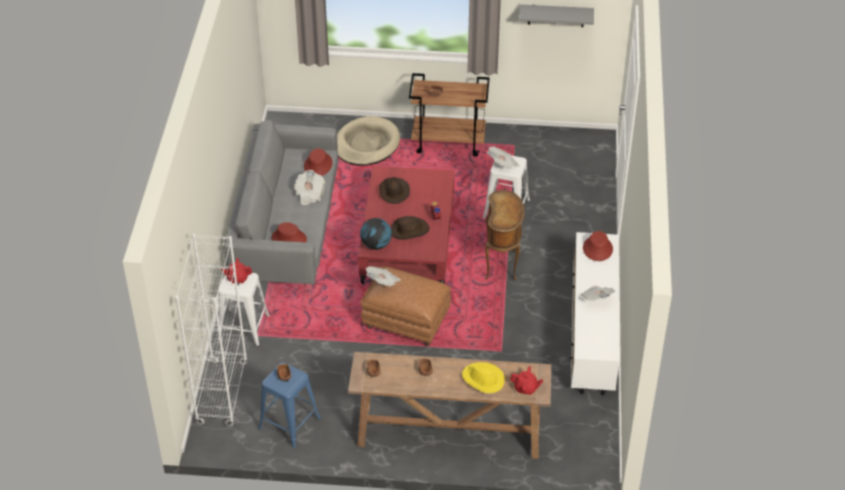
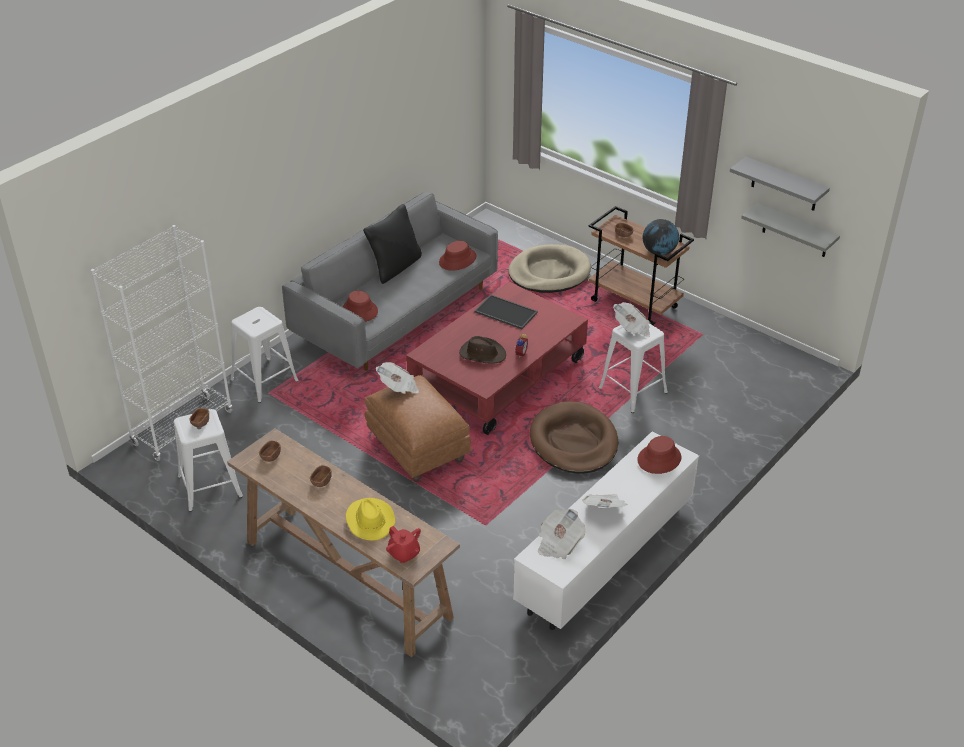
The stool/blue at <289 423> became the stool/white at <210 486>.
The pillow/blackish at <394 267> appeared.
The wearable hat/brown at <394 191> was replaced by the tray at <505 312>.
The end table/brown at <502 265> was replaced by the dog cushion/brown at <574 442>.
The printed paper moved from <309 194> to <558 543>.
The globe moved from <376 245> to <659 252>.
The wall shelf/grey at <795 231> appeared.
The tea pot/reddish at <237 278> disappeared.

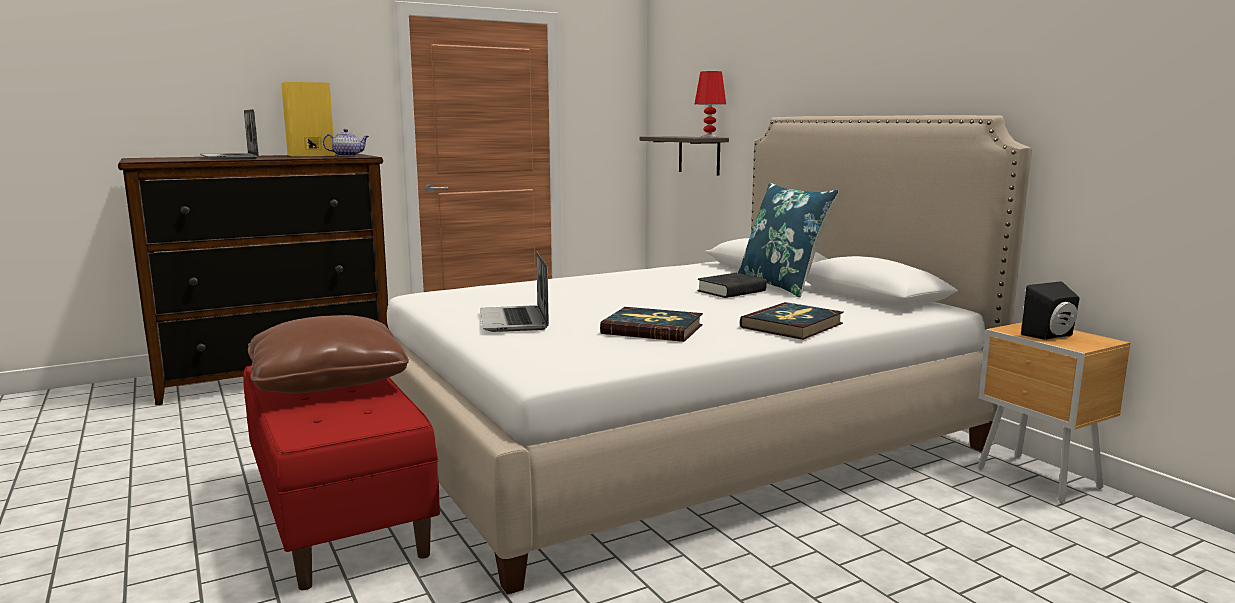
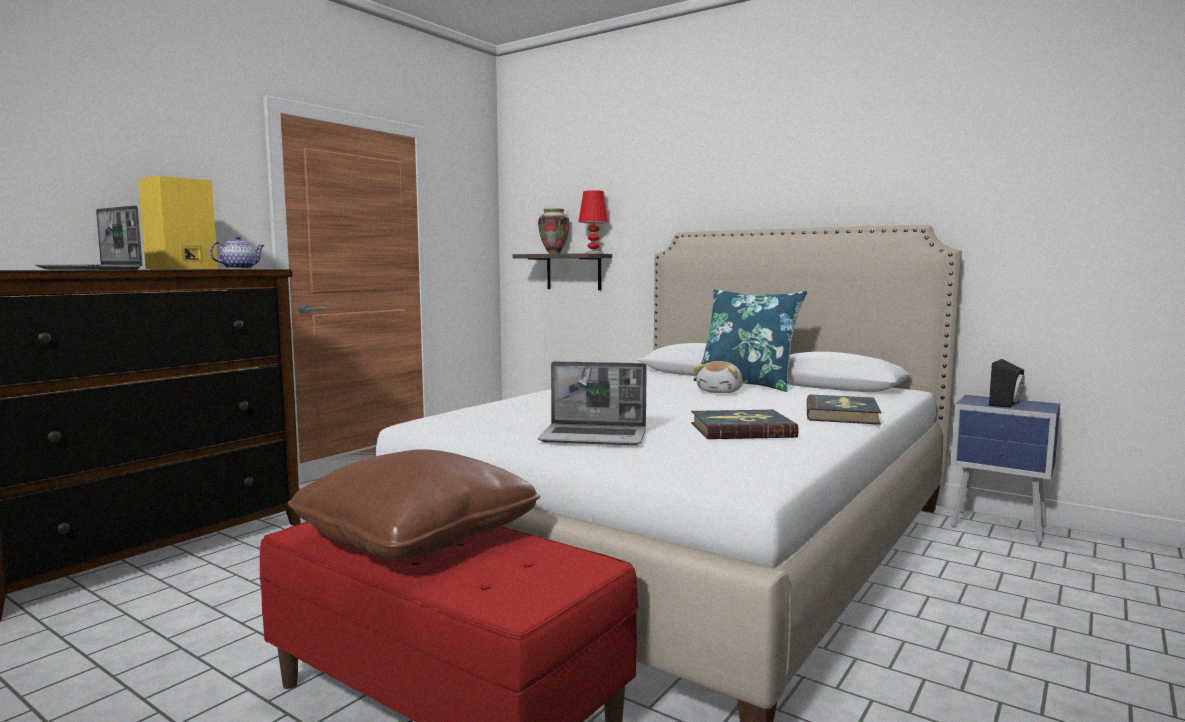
The vase at <554 253> appeared.
The portable computer at <515 321> turned 45 degrees counterclockwise.
The bound book/blackish at <731 291> was replaced by the cuddly toy at <720 391>.
The night table/brown at <1039 479> became the night table/blue at <1000 528>.

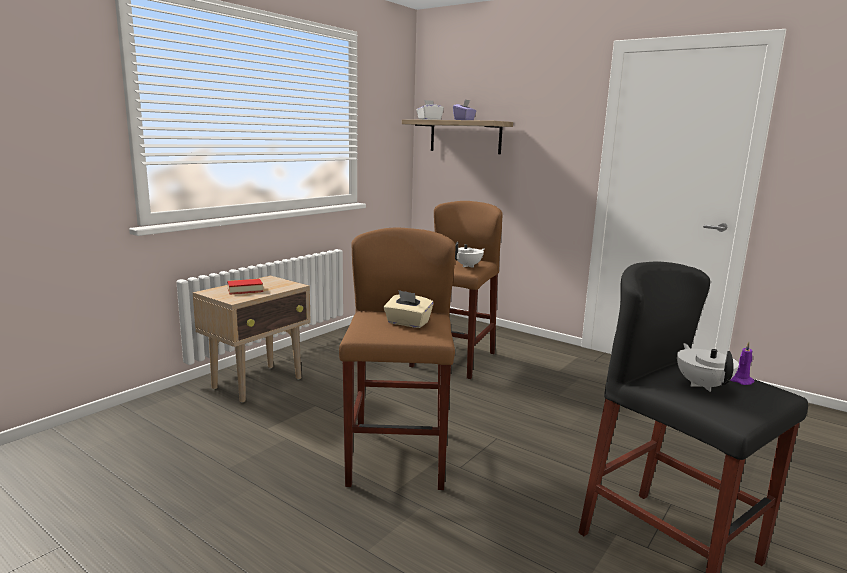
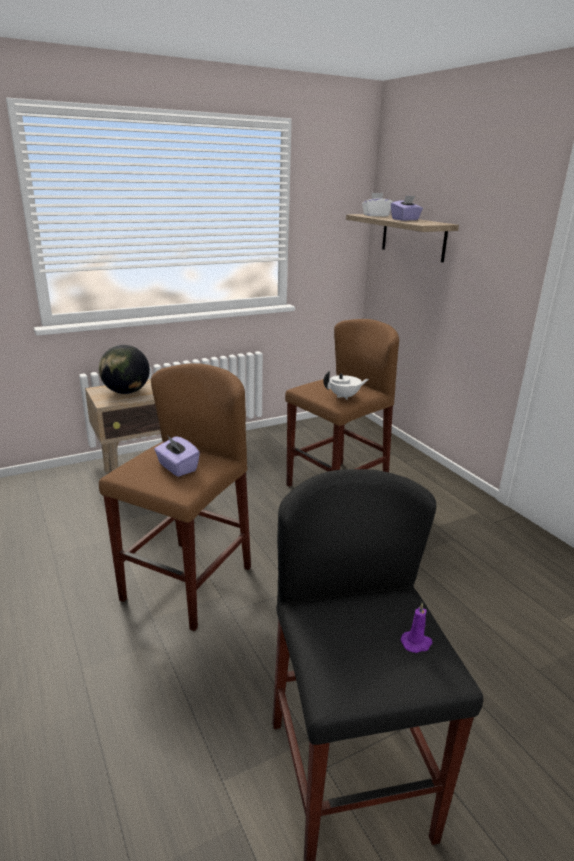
The bound book at <245 290> was replaced by the globe at <126 392>.
The box of tissues/beige at <407 323> became the box of tissues/purple-coloured at <177 468>.
The tea pot/white at <702 385> disappeared.

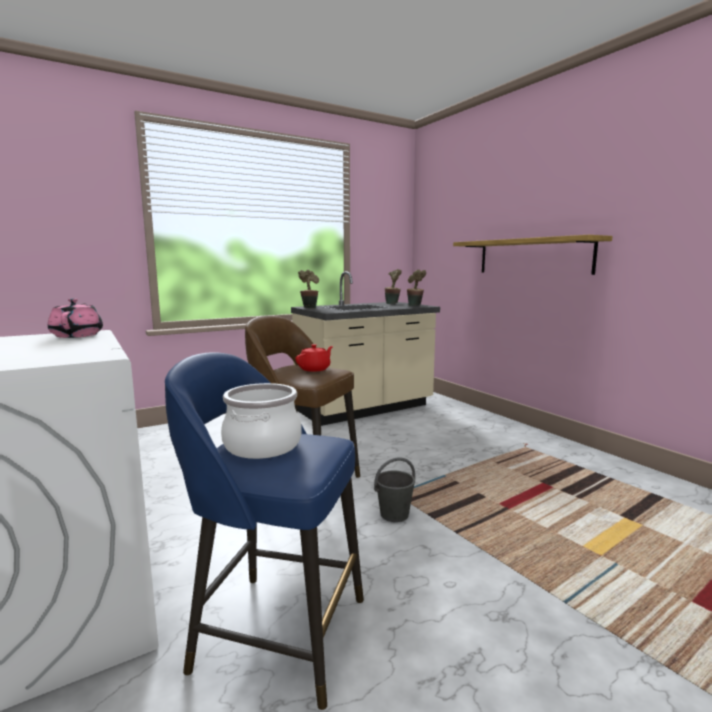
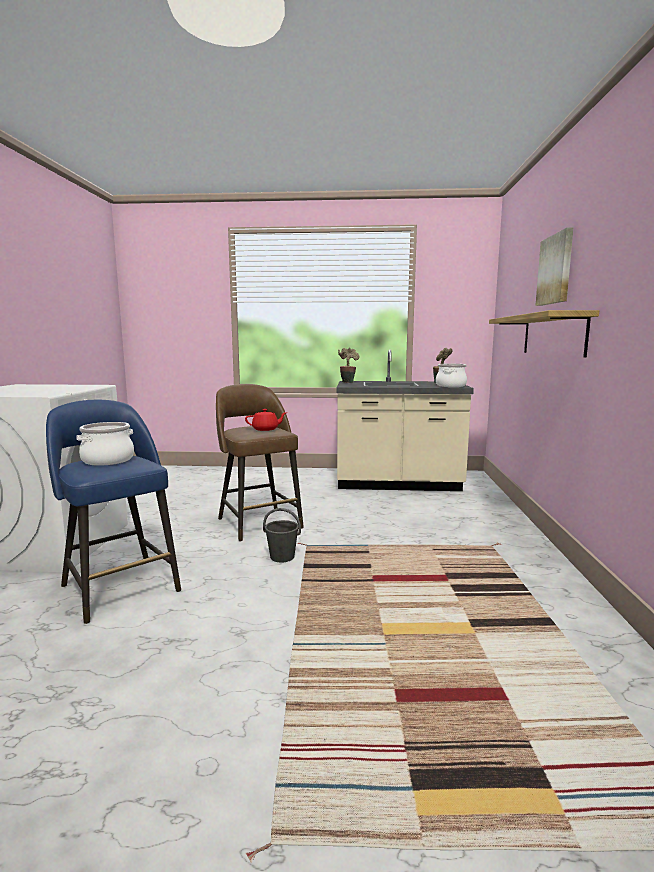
The plant in a pot at <415 305> was replaced by the saucepot at <451 386>.
The picture at <556 269> appeared.
The tea pot/pink at <78 335> disappeared.

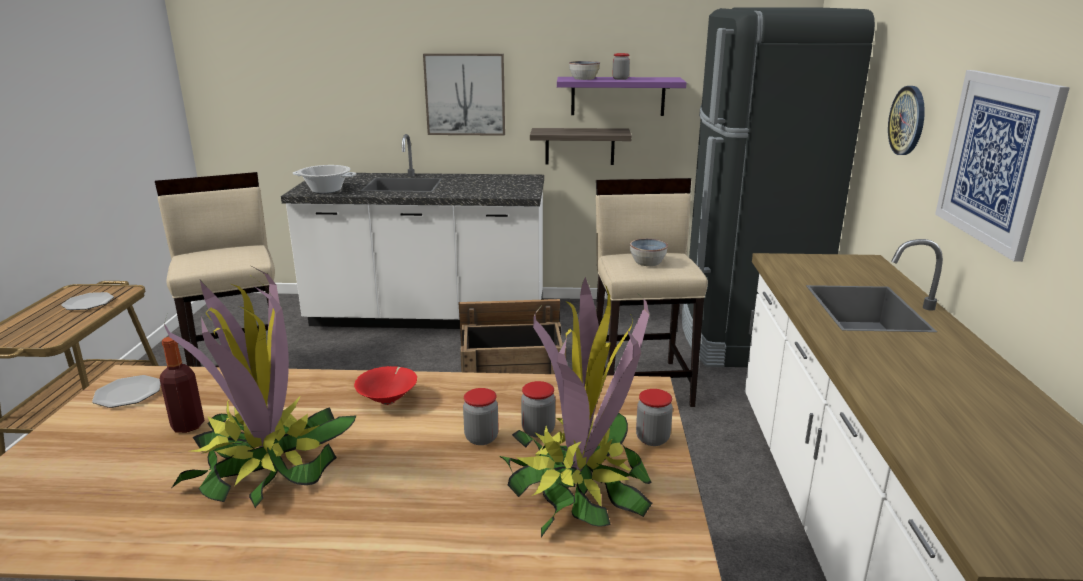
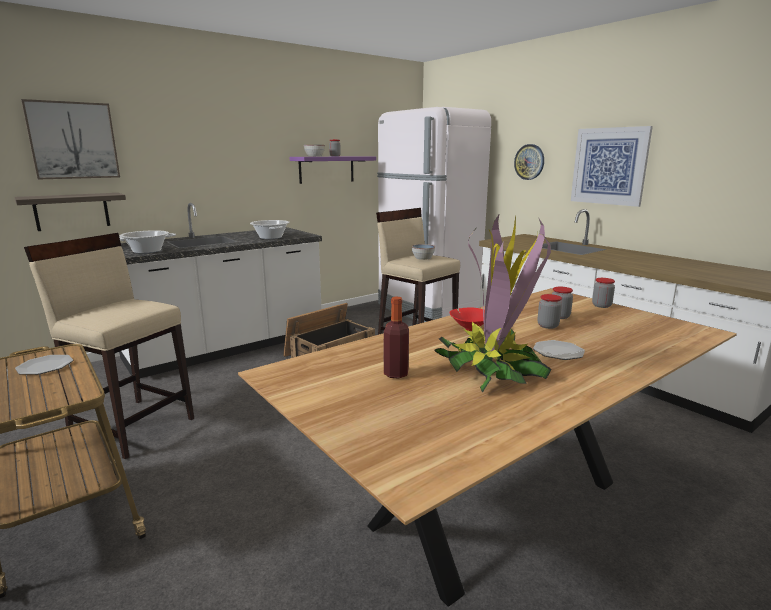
The wall shelf moved from <579 146> to <72 211>.
The picture moved from <465 94> to <73 140>.
The saucepot at <270 237> appeared.
The kitchen fridge/blackish at <742 336> became the kitchen fridge/white at <426 308>.
The plate moved from <129 393> to <558 352>.
The plant in a pot at <578 486> disappeared.

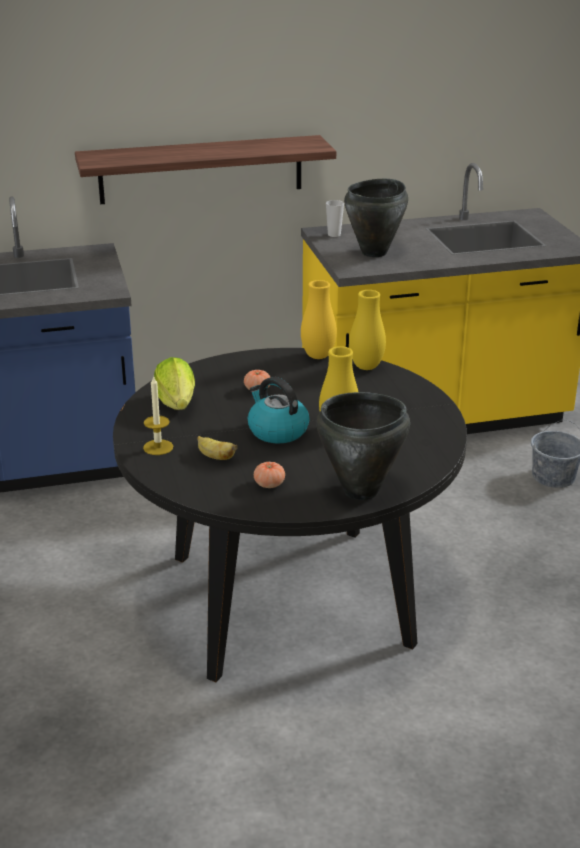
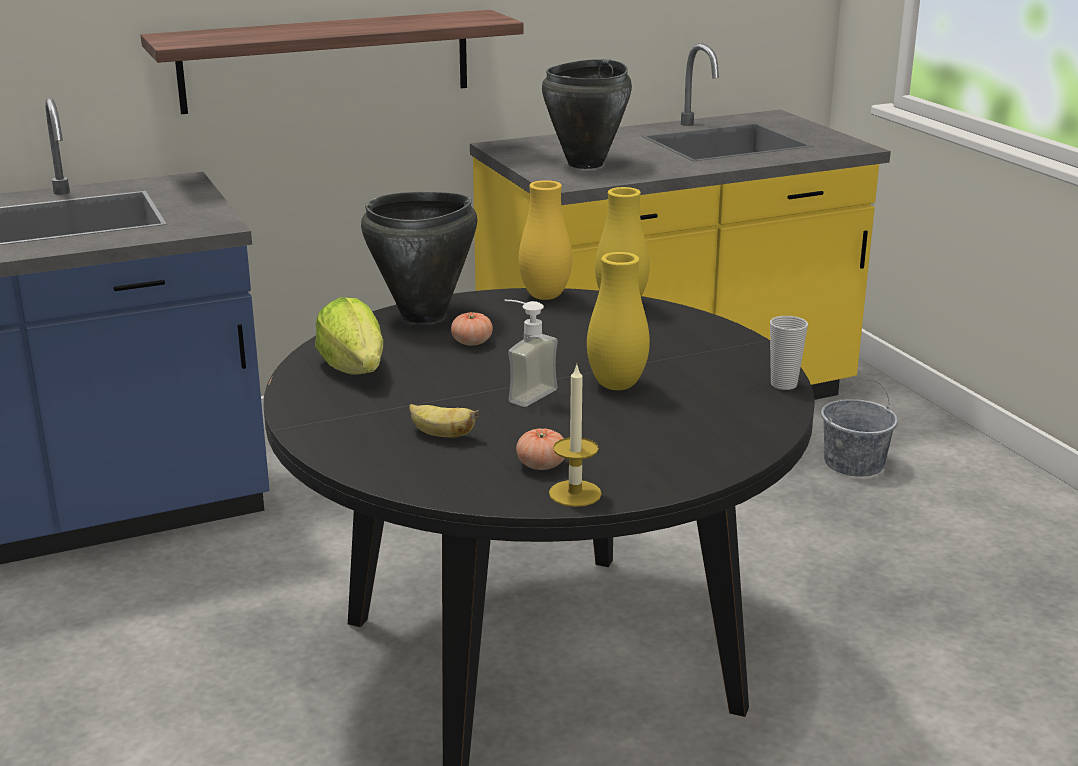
The saucepot/blackish moved from <361 491> to <424 315>.
The water kettle at <277 431> was replaced by the liquid soap bottle at <524 393>.
The wax light moved from <158 447> to <575 493>.
The small cup moved from <334 235> to <783 384>.

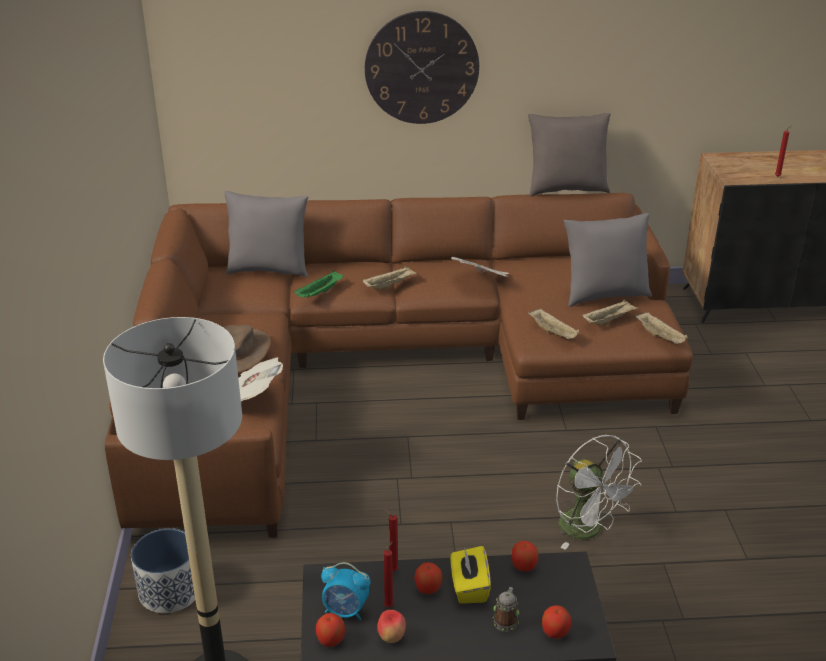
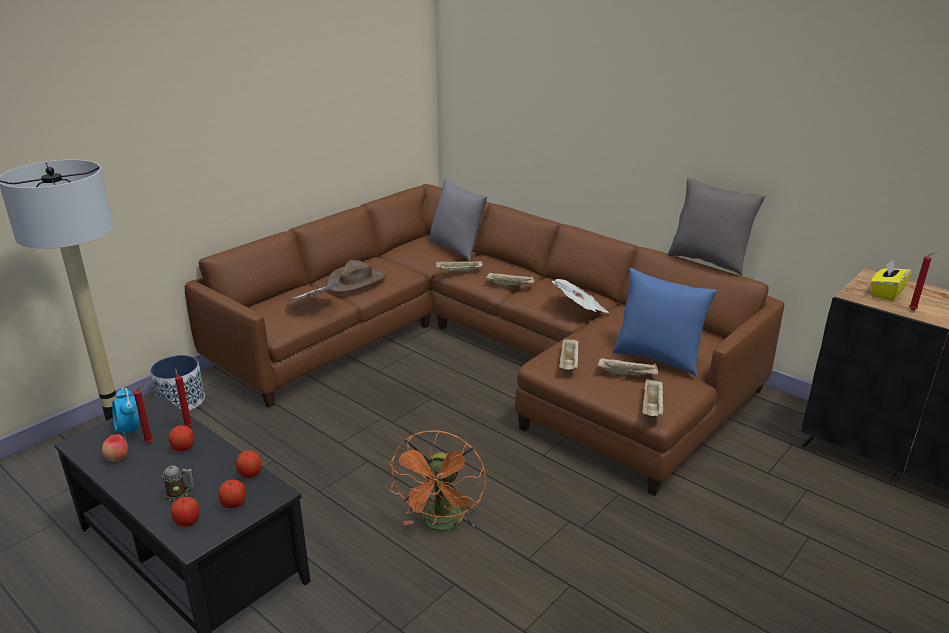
The apple moved from <330 640> to <234 504>.
The cooling fan/white at <588 530> became the cooling fan/orange at <442 525>.
The tray/green at <319 293> became the tray/beige at <458 272>.
The pillow/grey at <604 295> became the pillow/blue at <657 358>.
The box of tissues/yellowish moved from <469 587> to <886 293>.
The hanging clock at <421 68> disappeared.

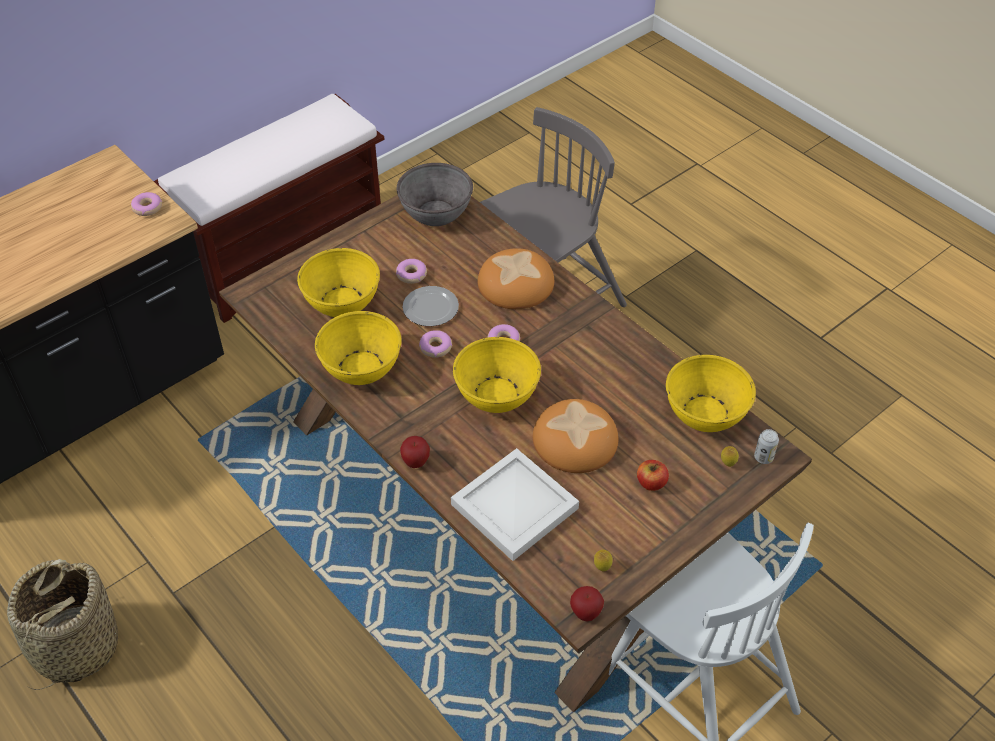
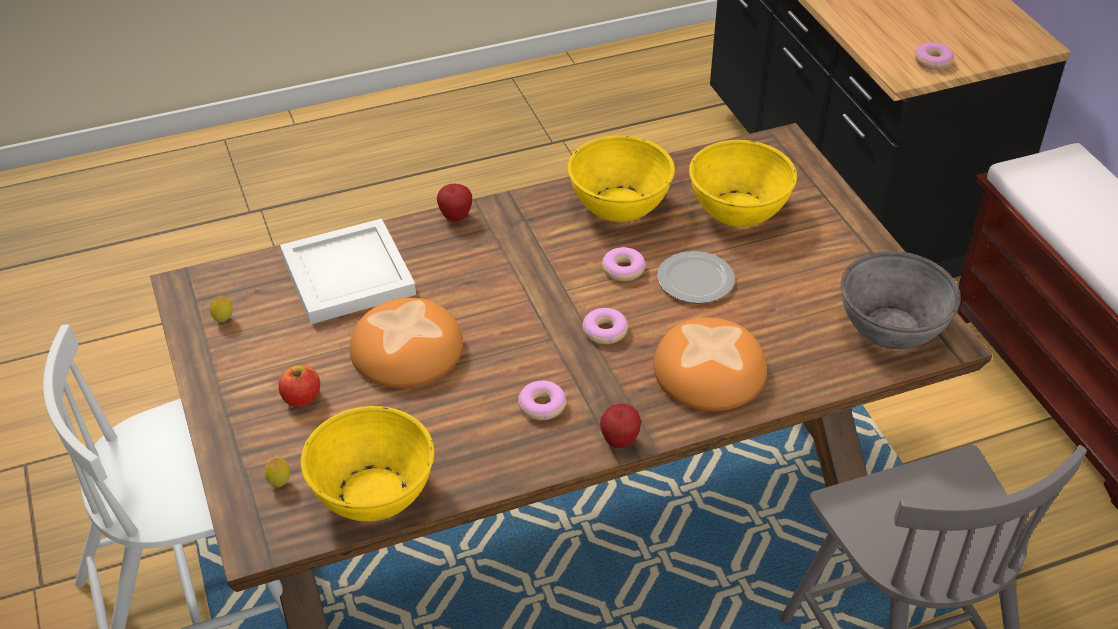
The doughnut moved from <411 274> to <542 405>.
The apple moved from <585 613> to <619 441>.
The household basket at <75 646> disappeared.
The bowl/yellowish at <497 394> disappeared.
The can at <763 457> disappeared.

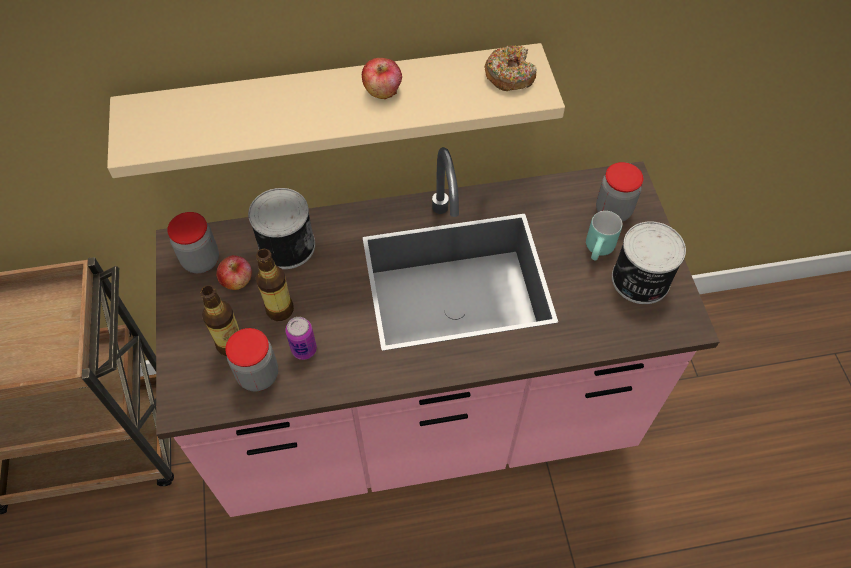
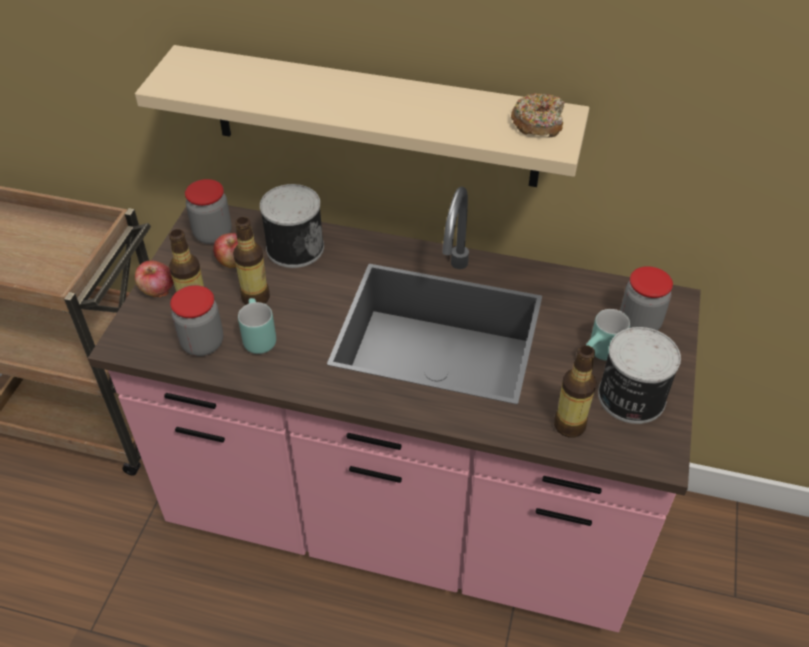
The apple moved from <382 91> to <157 290>.
The can at <304 349> was replaced by the mug/turquoise at <256 337>.
The bottle at <569 425> appeared.

